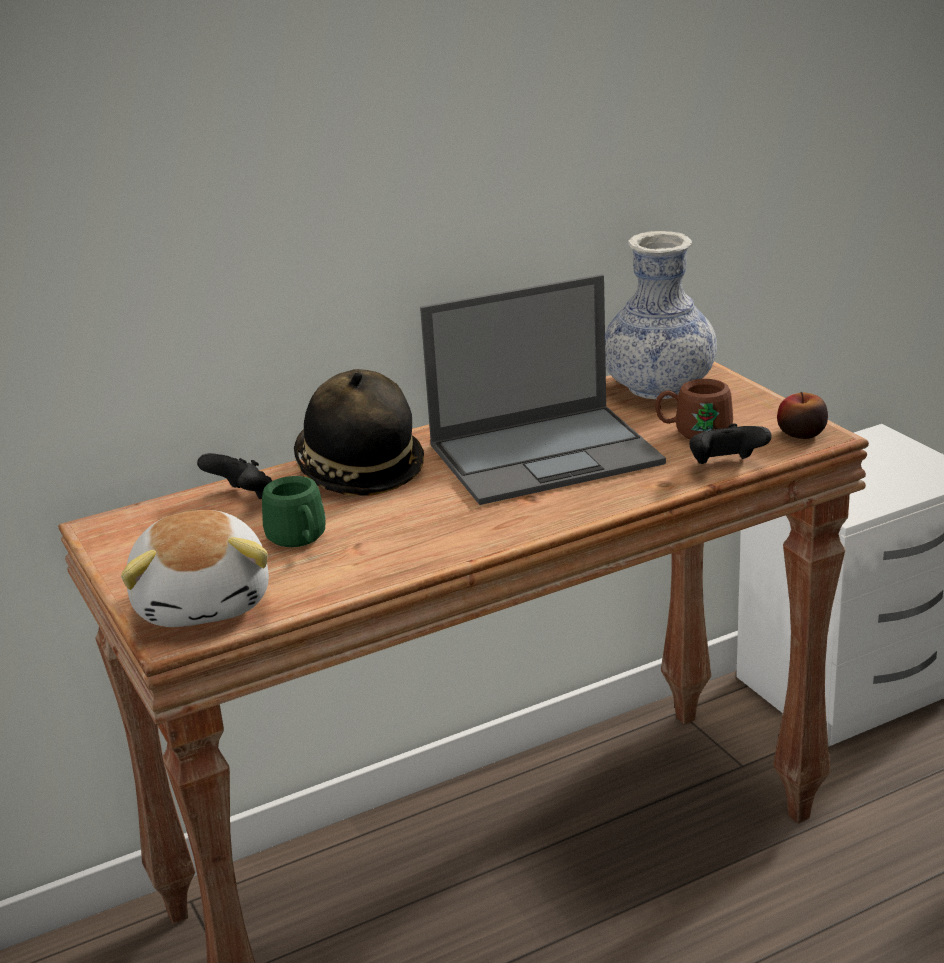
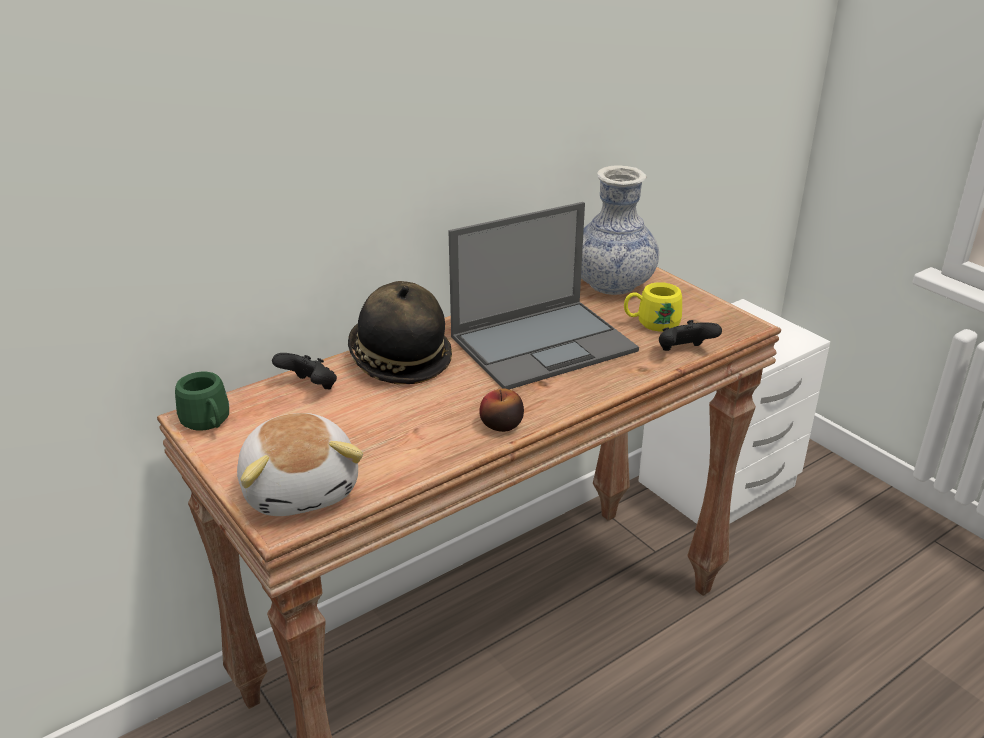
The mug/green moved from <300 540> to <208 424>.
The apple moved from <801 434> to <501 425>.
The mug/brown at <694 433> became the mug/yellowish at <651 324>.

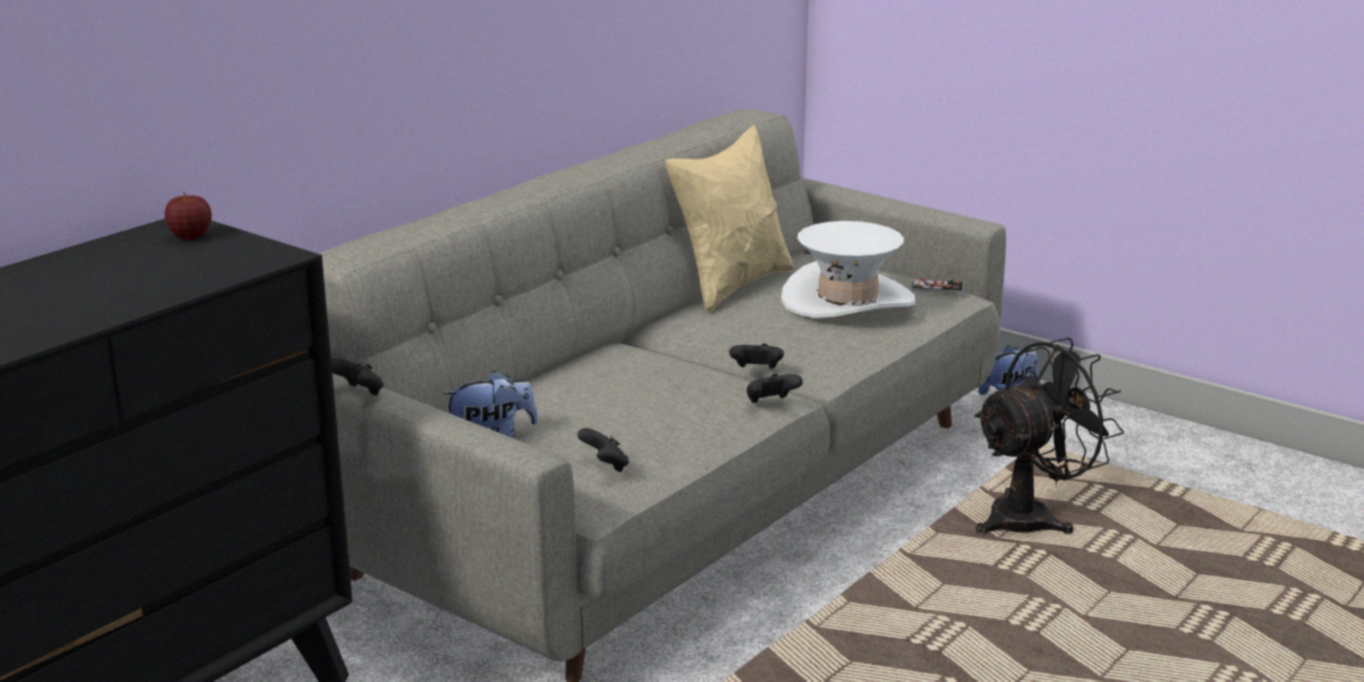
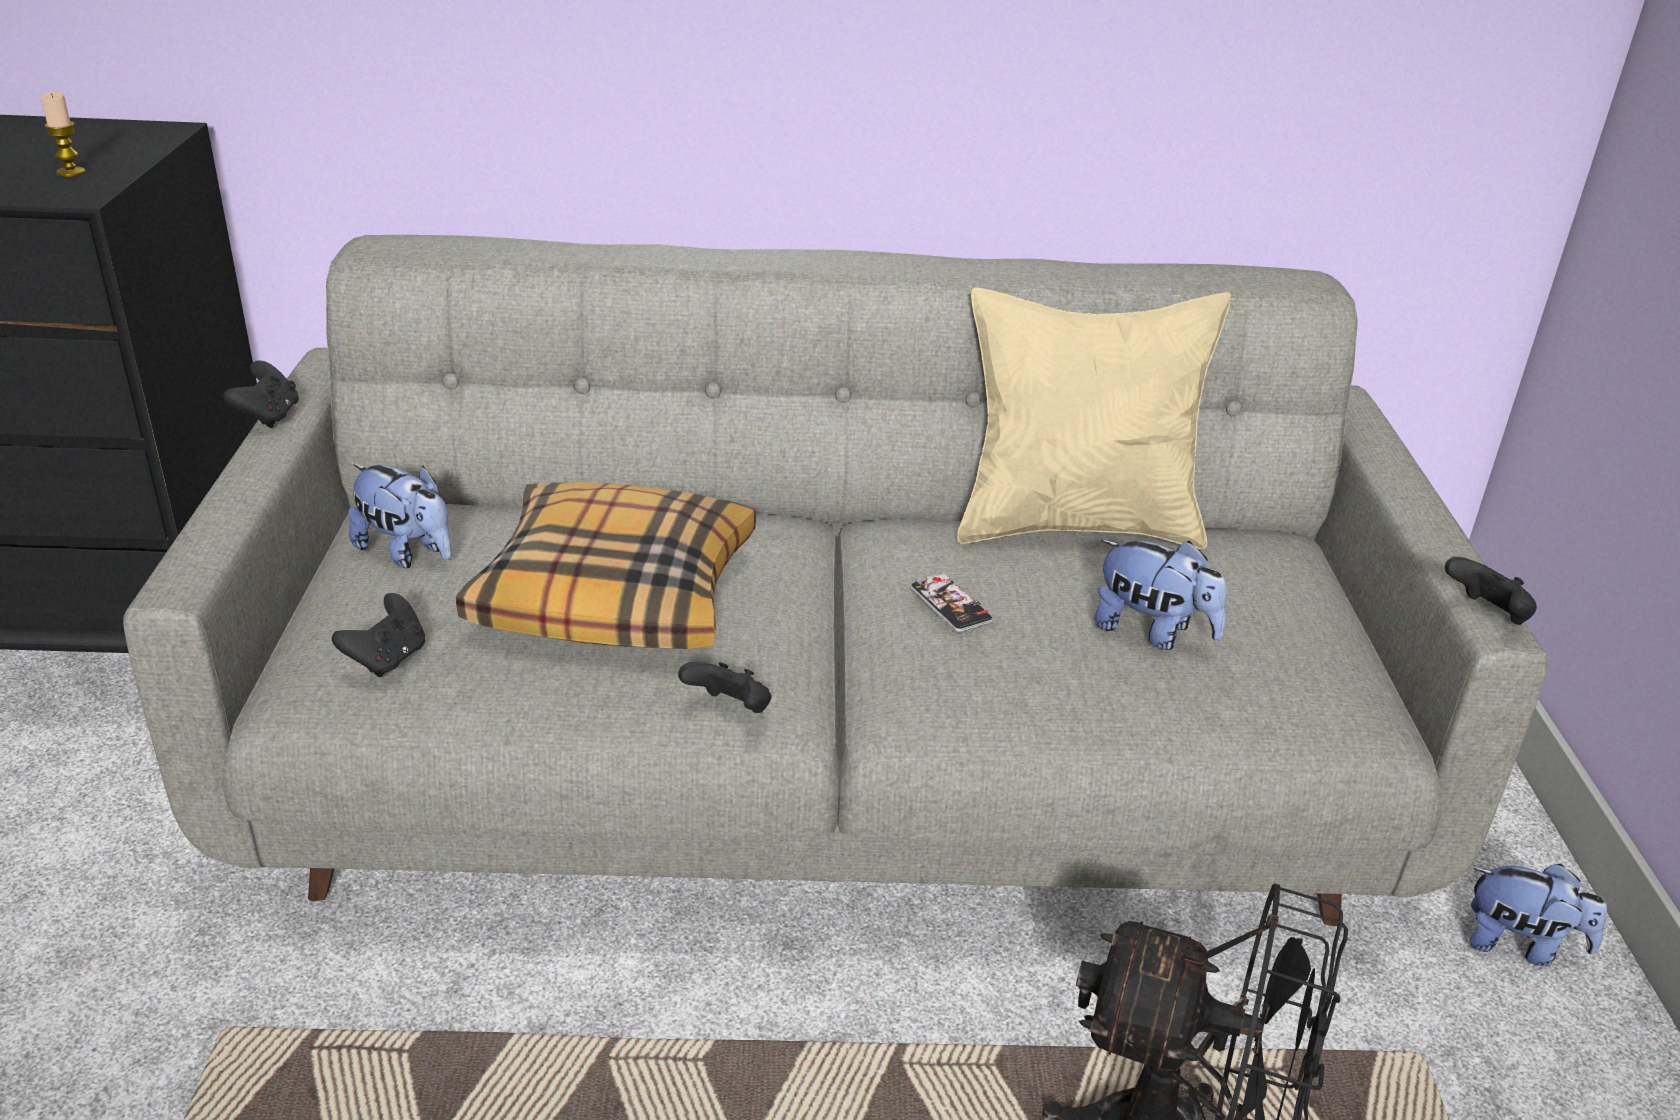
The wax light at <71 172> appeared.
The pillow at <616 592> appeared.
The phone moved from <937 288> to <950 604>.
The wearable hat/white at <847 300> was replaced by the cuddly toy at <1152 632>.
The gamepad/blackish moved from <756 371> to <1486 615>.
The apple at <190 237> disappeared.

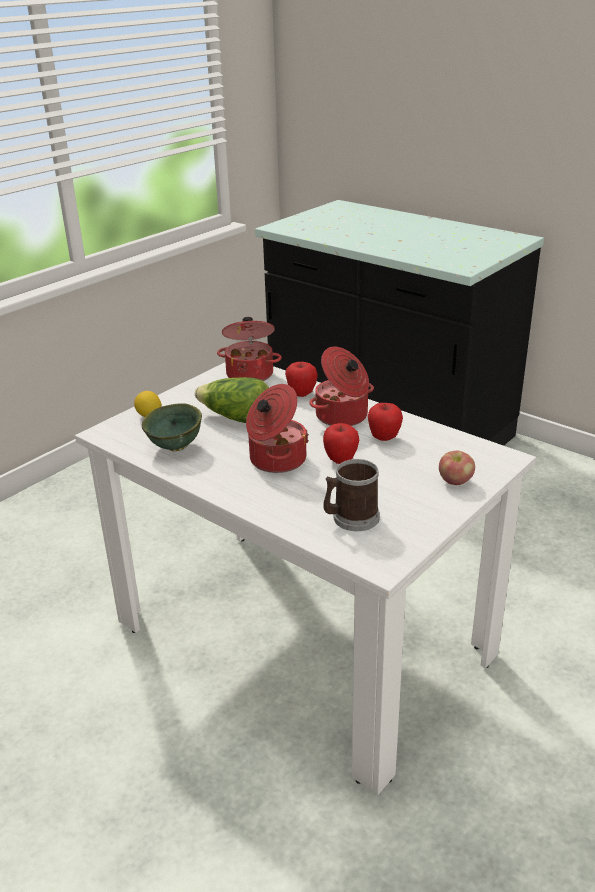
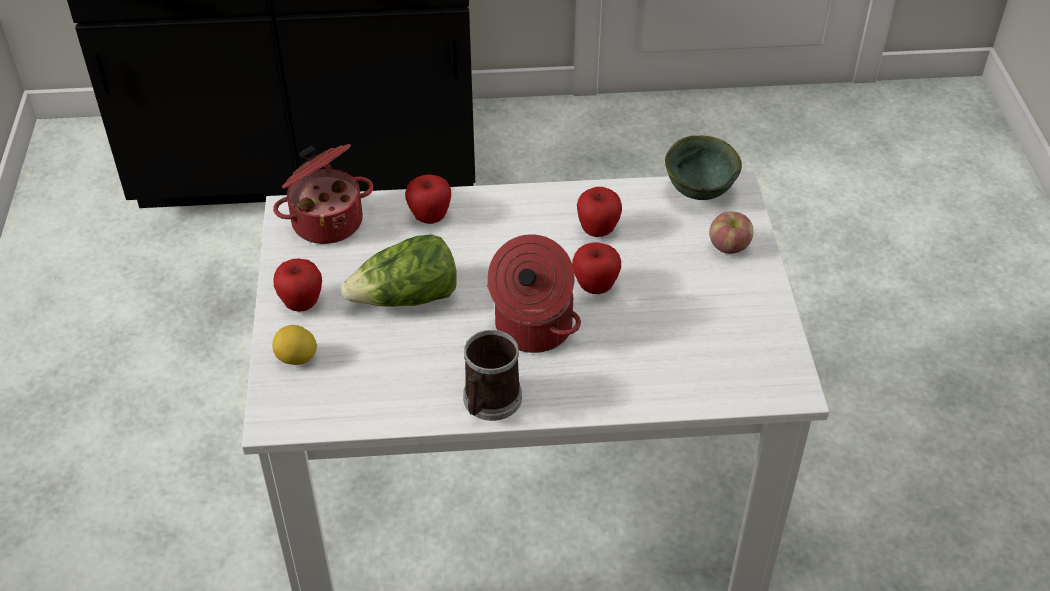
The apple at <302 303> appeared.
The mug moved from <351 518> to <489 402>.
The bowl/green moved from <176 447> to <700 192>.
The saucepot at <342 416> disappeared.

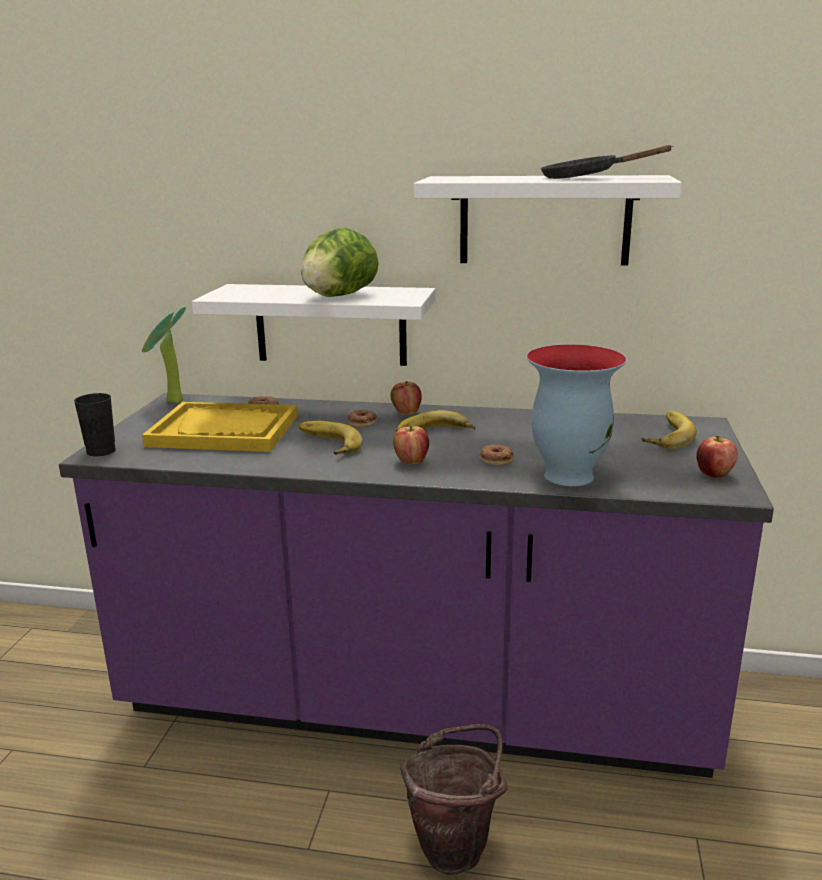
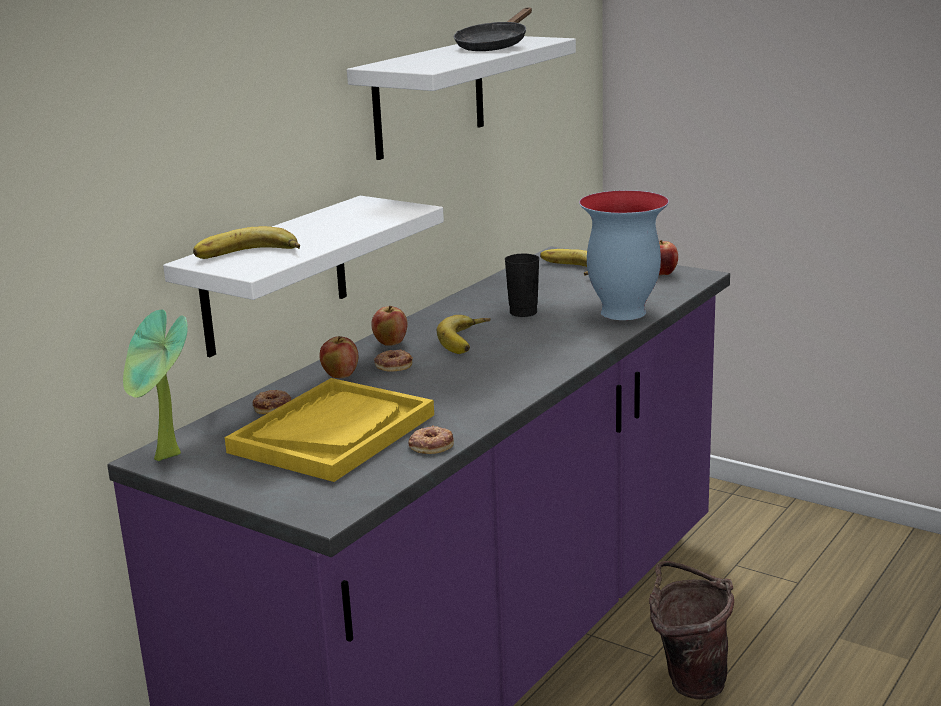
The whole banana moved from <326 444> to <248 255>.
The apple moved from <411 461> to <340 375>.
The doughnut moved from <496 458> to <431 445>.
The small cup/blackish moved from <101 451> to <523 312>.
The lettuce at <338 296> disappeared.

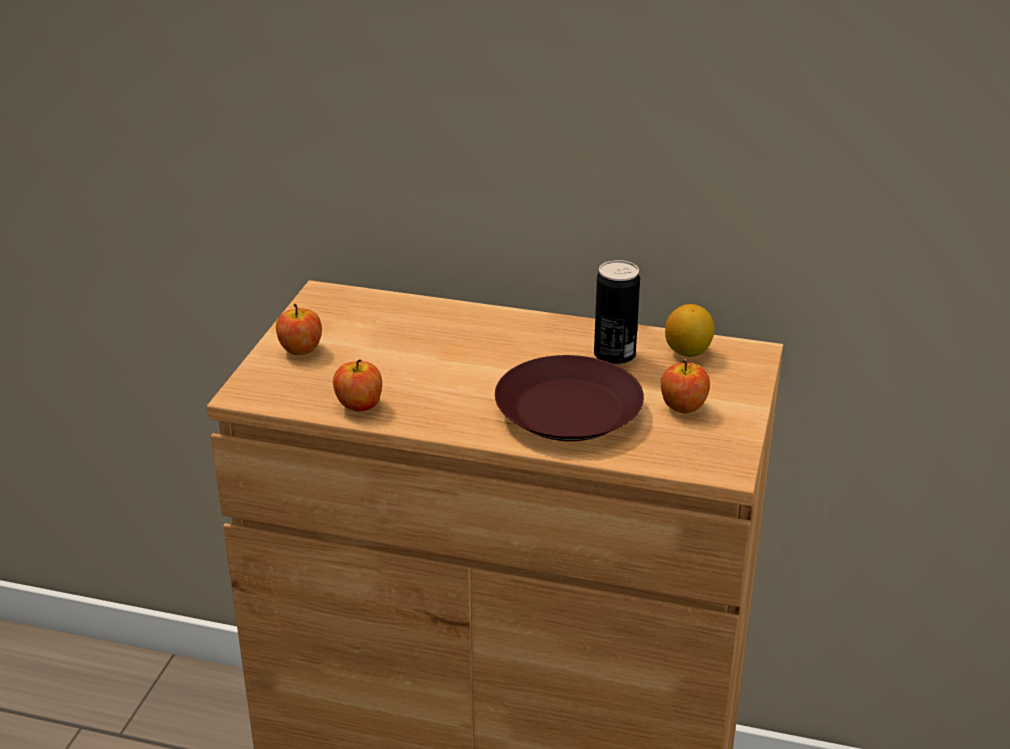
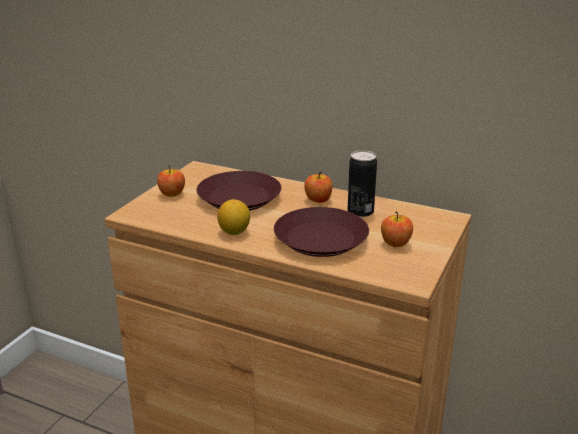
The plate/brown at <238 198> appeared.
The lemon moved from <688 352> to <234 232>.
The apple moved from <359 405> to <318 200>.

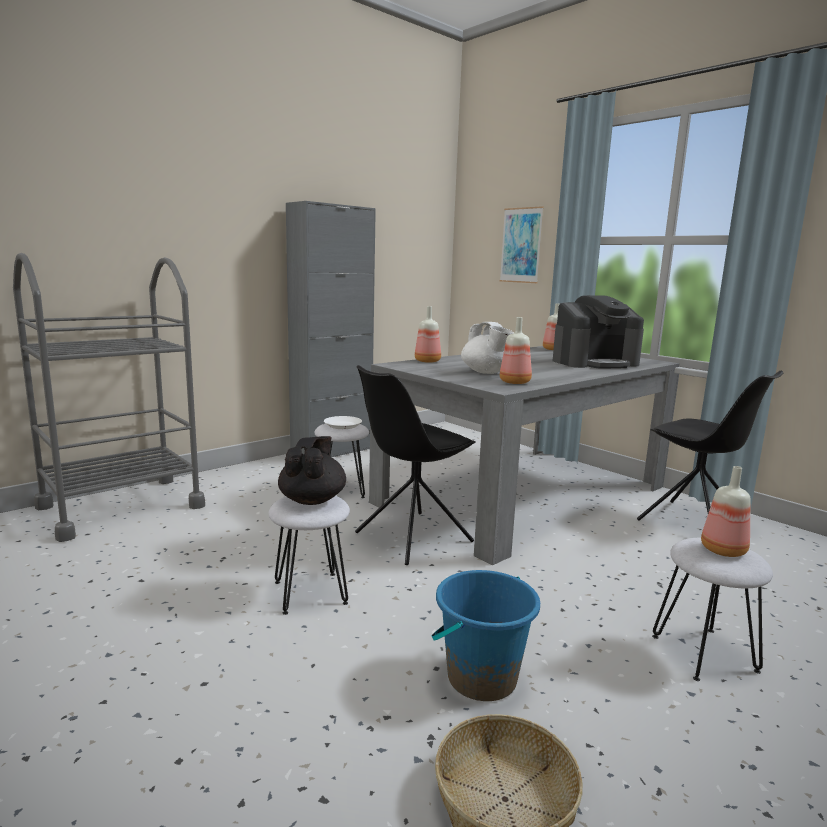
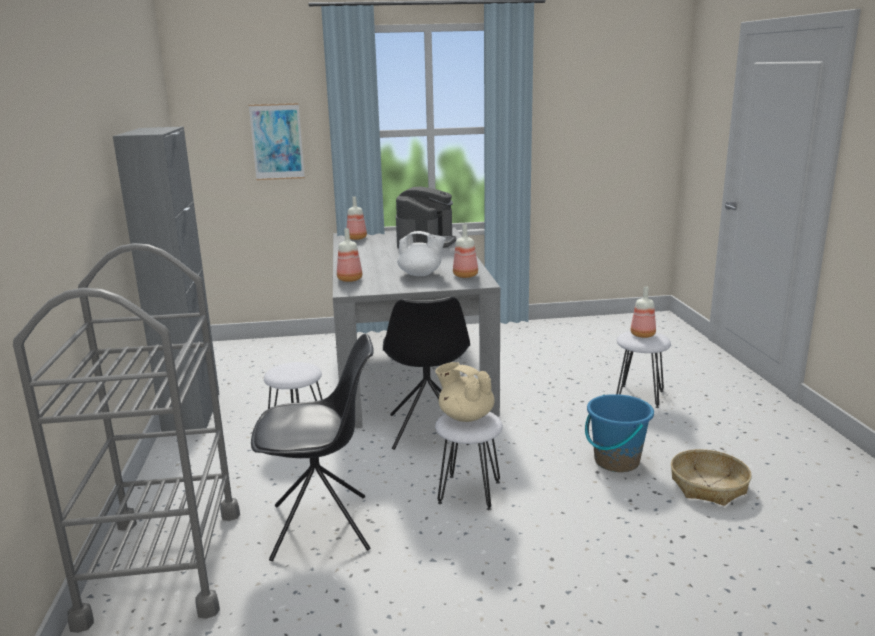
The upright chair/blackish moved from <694 523> to <323 527>.
The tea pot/blackish at <312 500> became the tea pot/beige at <465 416>.
The plate/white at <342 425> disappeared.

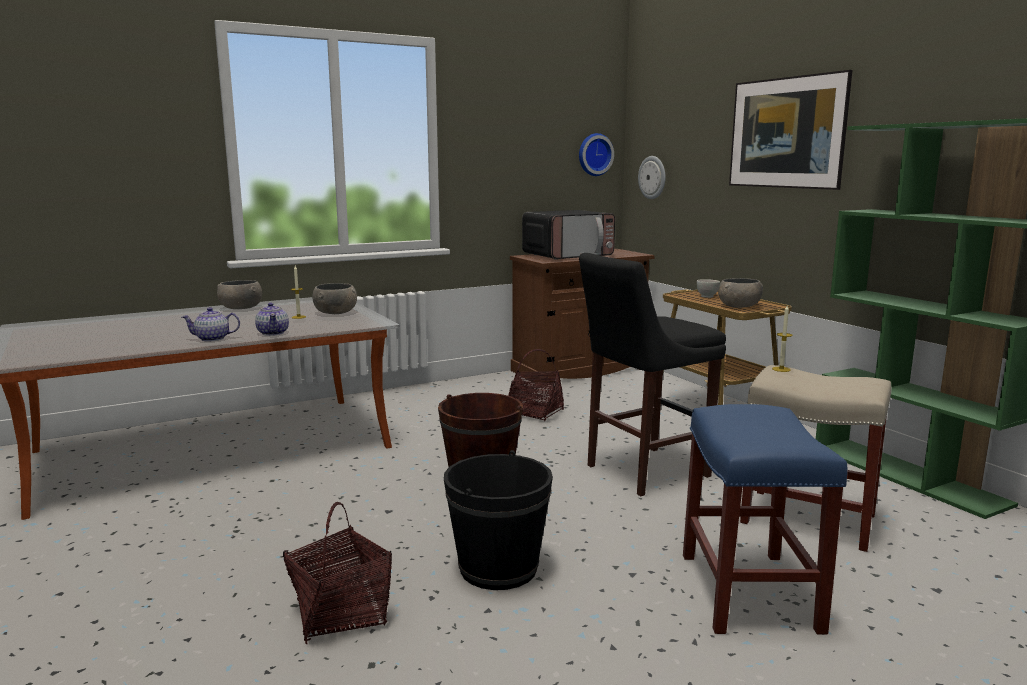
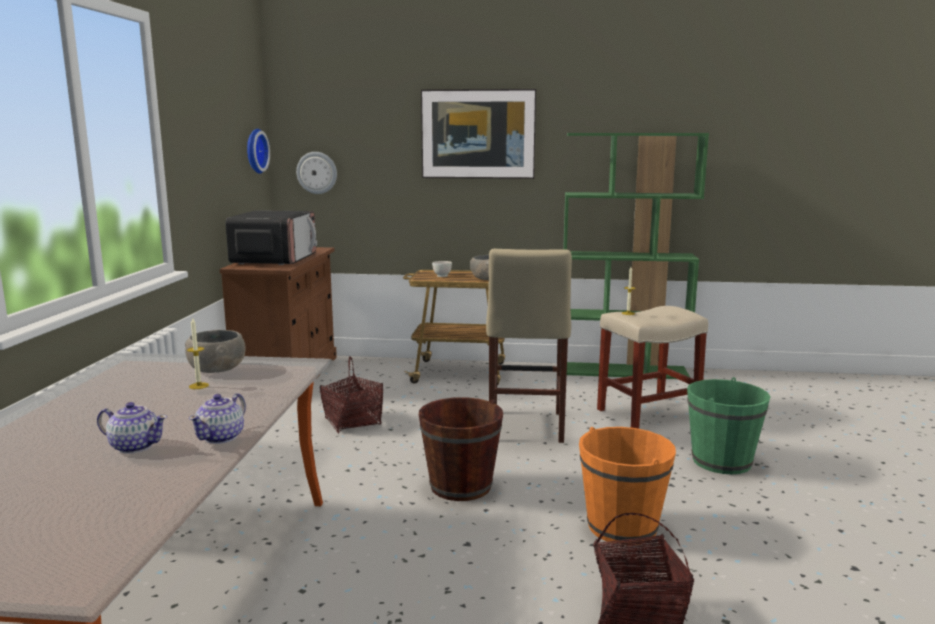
The tea pot moved from <273 333> to <135 446>.
The stool/blackish at <642 471> became the stool/beige at <525 428>.
The bucket/blackish at <498 568> became the bucket/orange at <622 527>.
The stool/blue at <750 593> was replaced by the bucket/green at <721 461>.
The bowl/grey at <241 308> disappeared.

